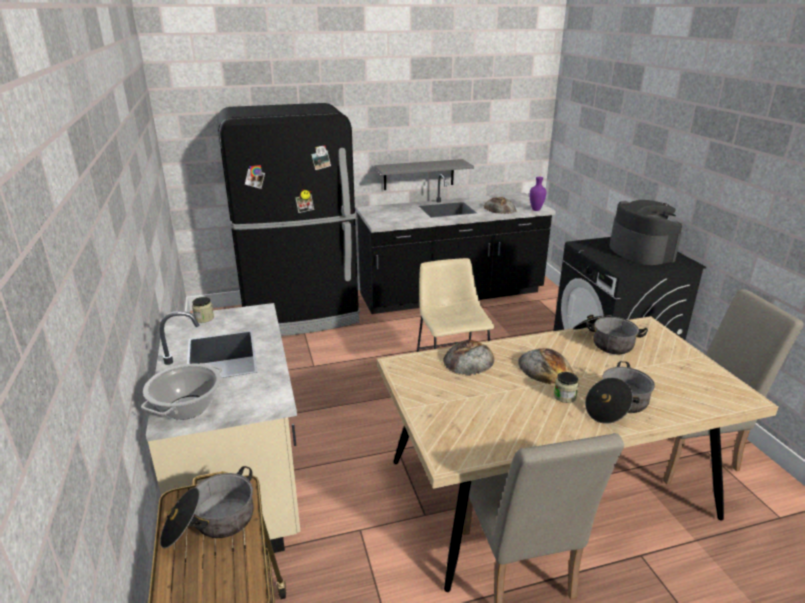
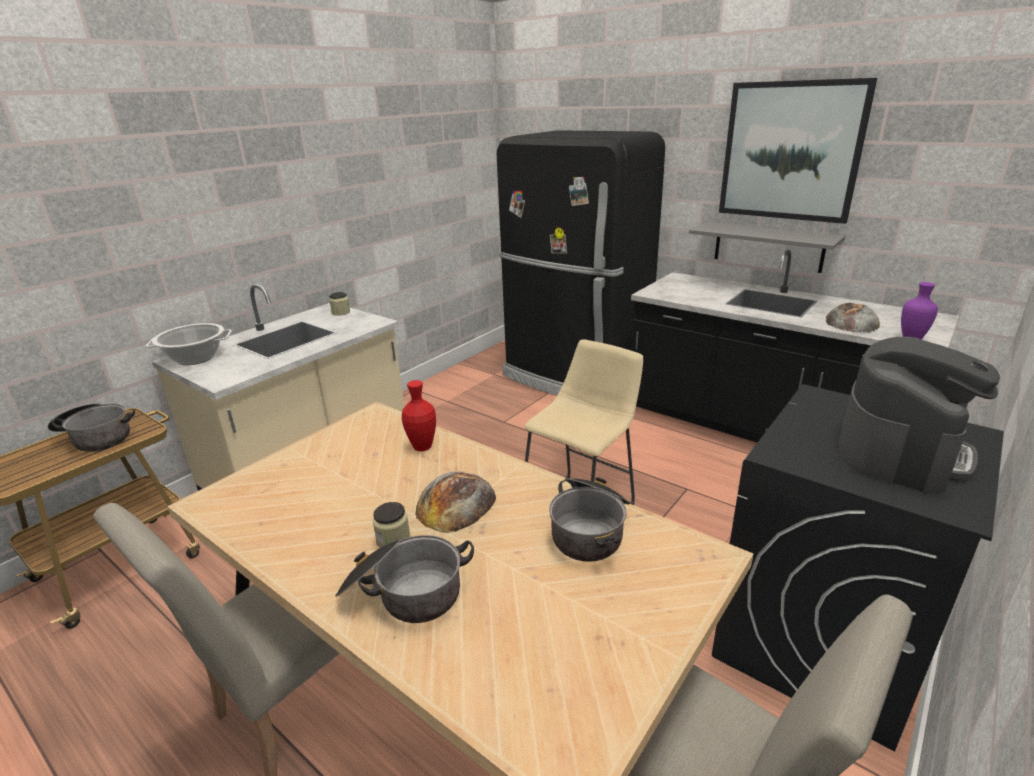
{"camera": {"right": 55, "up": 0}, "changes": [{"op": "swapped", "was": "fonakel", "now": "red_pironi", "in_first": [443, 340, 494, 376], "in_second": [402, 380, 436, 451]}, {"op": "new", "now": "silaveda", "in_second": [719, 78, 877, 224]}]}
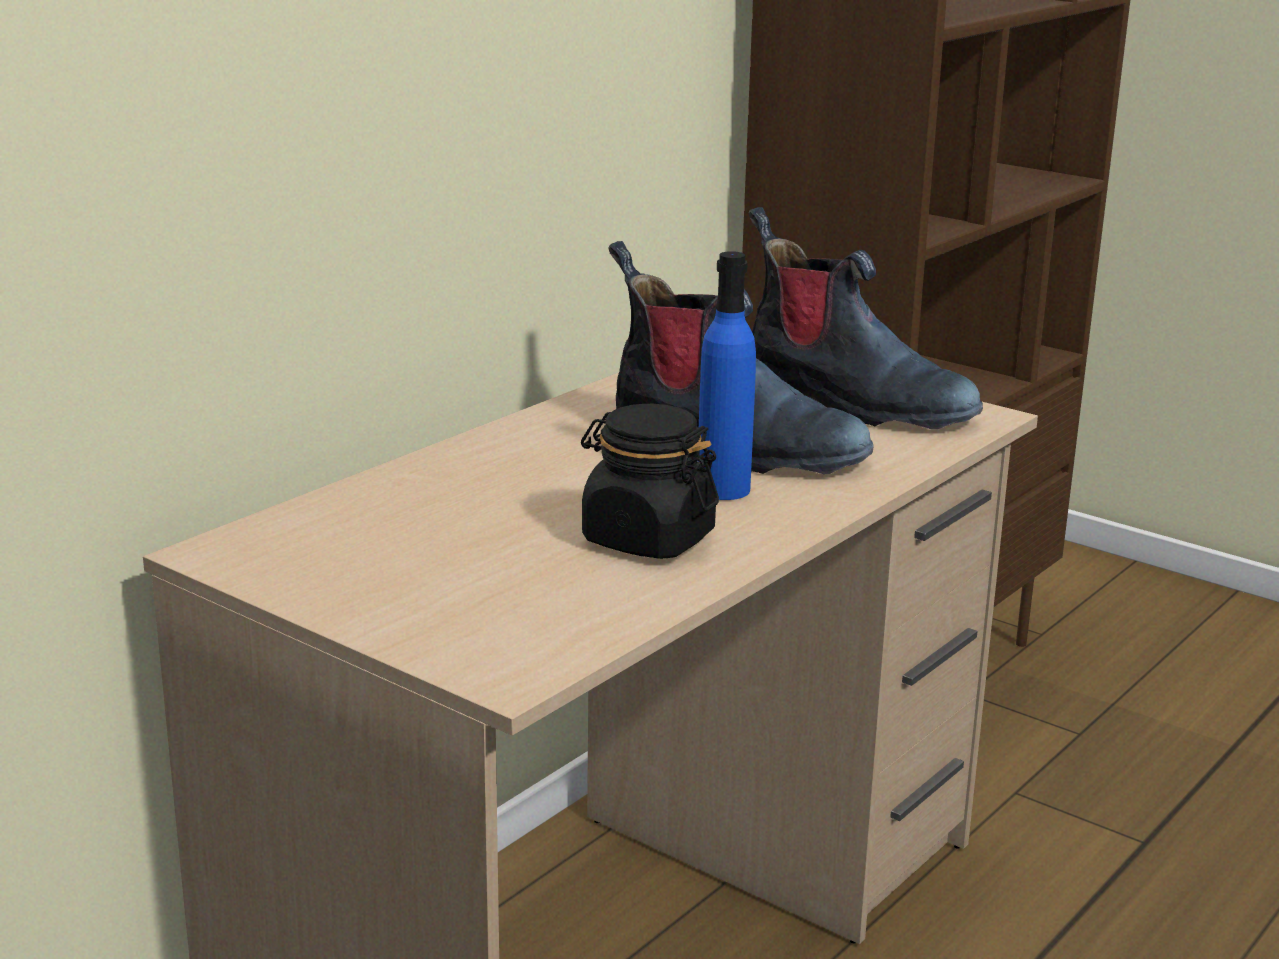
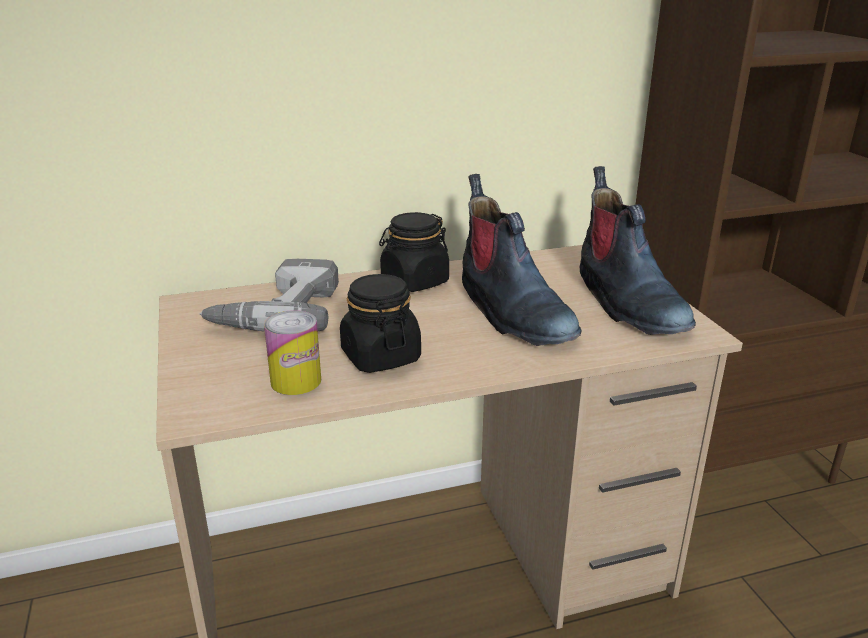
{"camera": {"right": 35, "up": 5}, "changes": [{"op": "gone", "was": "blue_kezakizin", "in_first": [697, 251, 756, 500]}, {"op": "new", "now": "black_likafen", "in_second": [379, 212, 449, 292]}, {"op": "new", "now": "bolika", "in_second": [200, 259, 339, 332]}, {"op": "new", "now": "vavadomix", "in_second": [264, 310, 321, 395]}]}
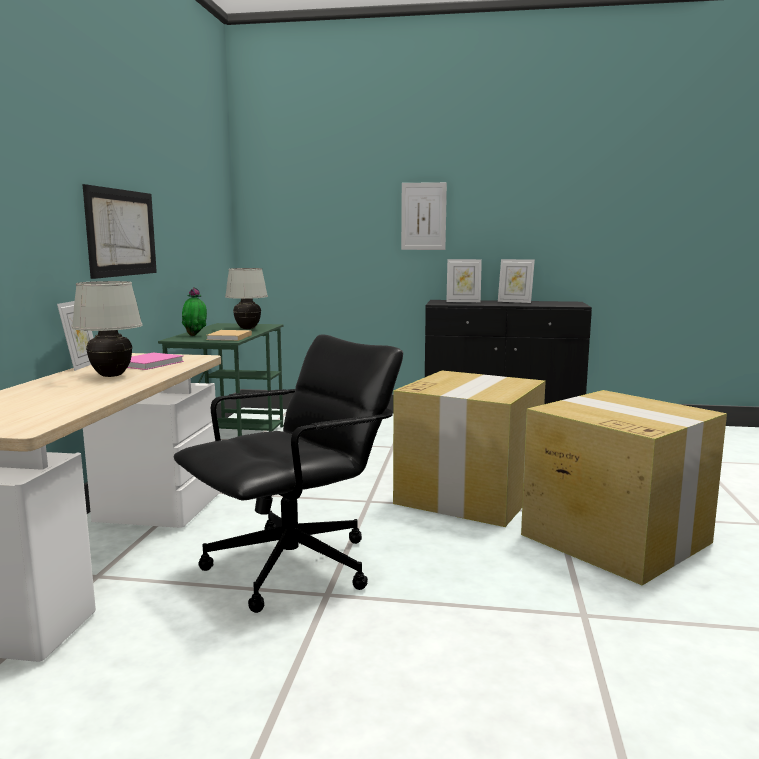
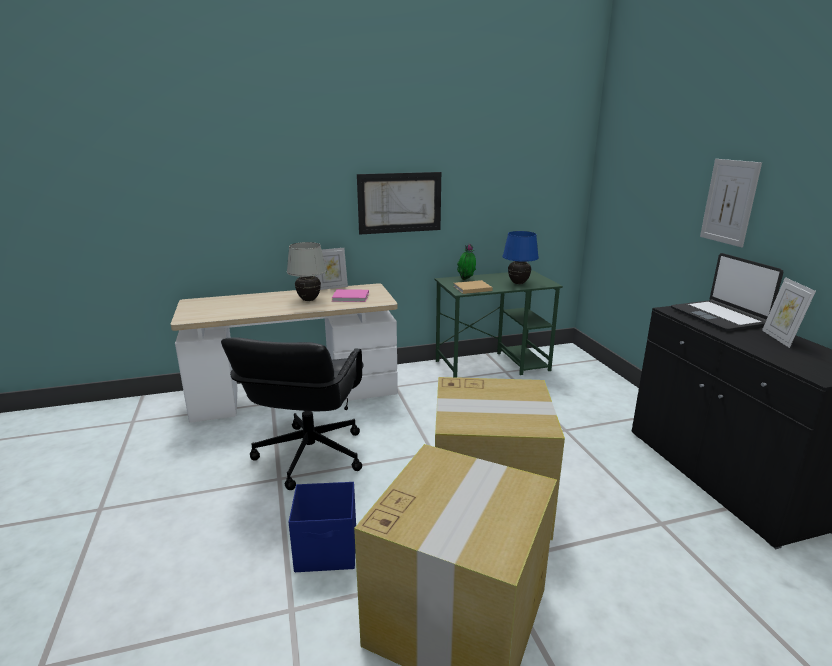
{"camera": {"right": 65, "up": 10}, "changes": [{"op": "swapped", "was": "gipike", "now": "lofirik", "in_first": [446, 259, 482, 302], "in_second": [671, 253, 783, 331]}, {"op": "repainted", "was": "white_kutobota", "now": "blue_kutobota", "in_first": [225, 268, 268, 329], "in_second": [503, 231, 539, 284]}, {"op": "rotated", "was": "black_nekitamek", "in_first": [174, 334, 403, 613], "in_second": [221, 337, 364, 490], "clockwise": 75}, {"op": "new", "now": "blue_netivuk", "in_second": [289, 482, 356, 572]}]}
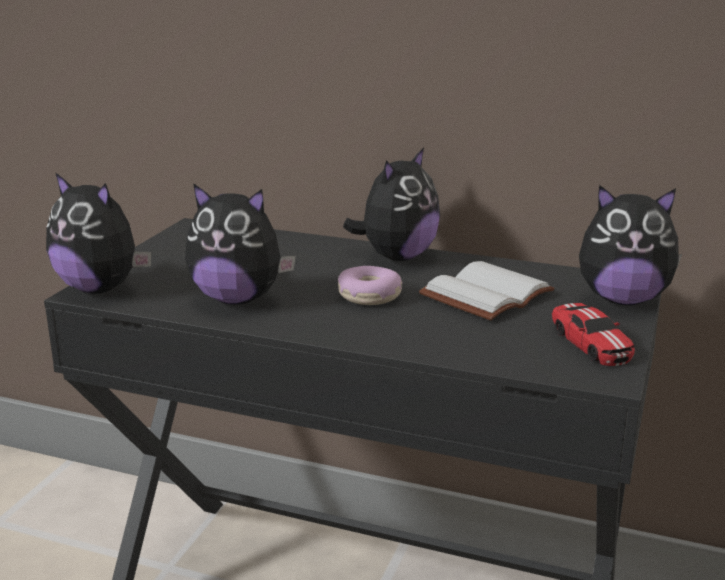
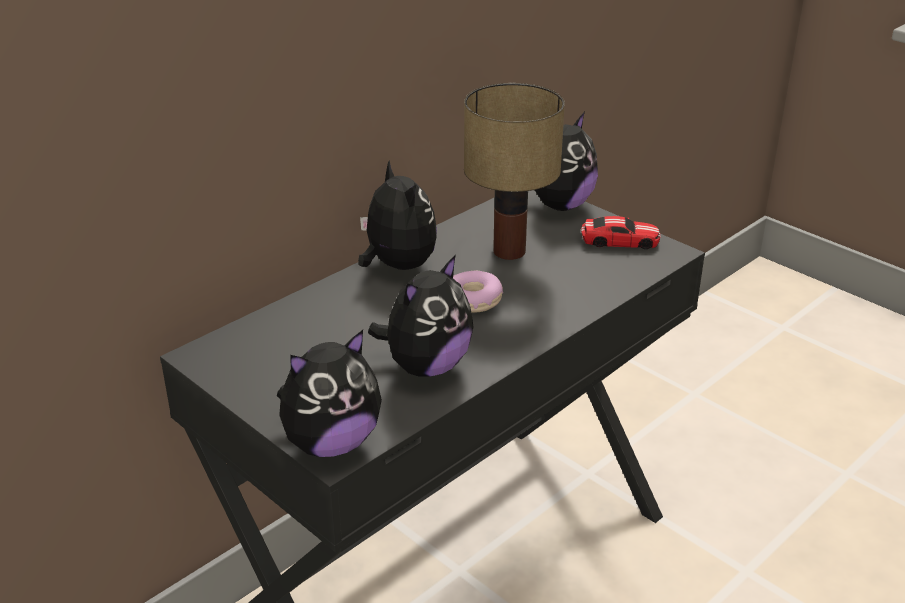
{"camera": {"right": -65, "up": 10}, "changes": [{"op": "swapped", "was": "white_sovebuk", "now": "kutobota", "in_first": [419, 261, 555, 320], "in_second": [464, 83, 565, 260]}]}
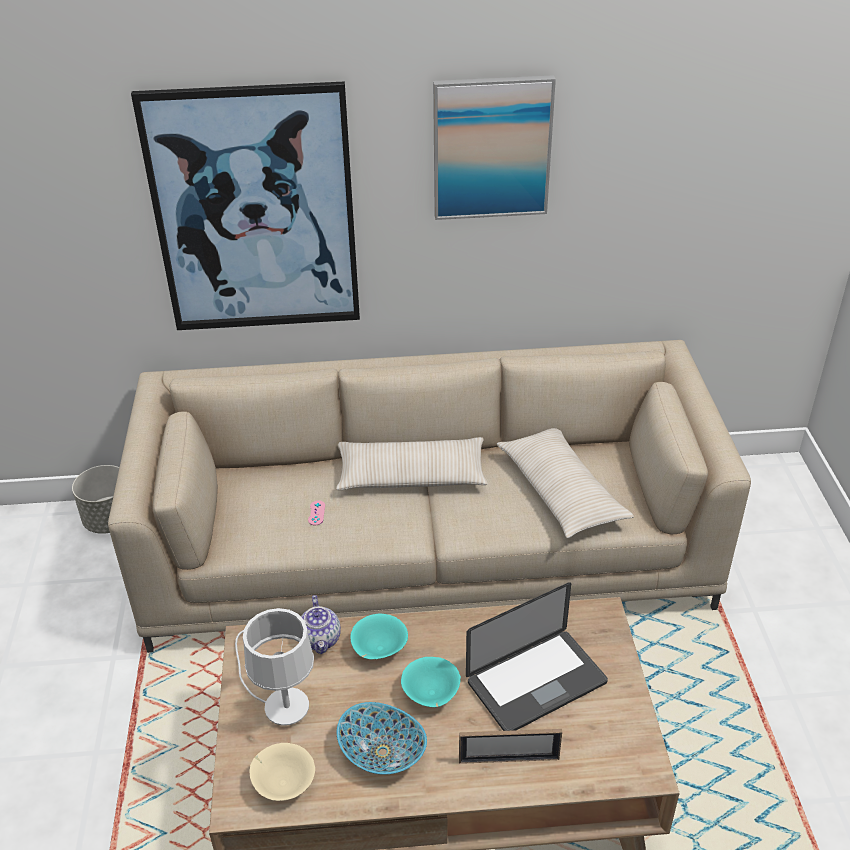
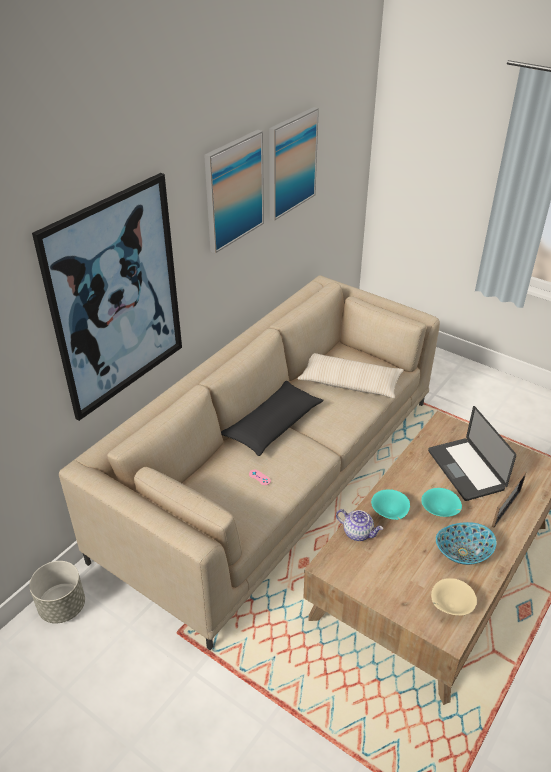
{"camera": {"right": -50, "up": 0}, "changes": [{"op": "repainted", "was": "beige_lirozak", "now": "black_lirozak", "in_first": [336, 437, 488, 490], "in_second": [221, 381, 324, 456]}, {"op": "rotated", "was": "lofirik", "in_first": [466, 582, 608, 731], "in_second": [428, 406, 516, 501], "clockwise": 150}, {"op": "gone", "was": "white_kutobota", "in_first": [235, 608, 314, 726]}, {"op": "new", "now": "silaveda", "in_second": [269, 107, 319, 221]}]}
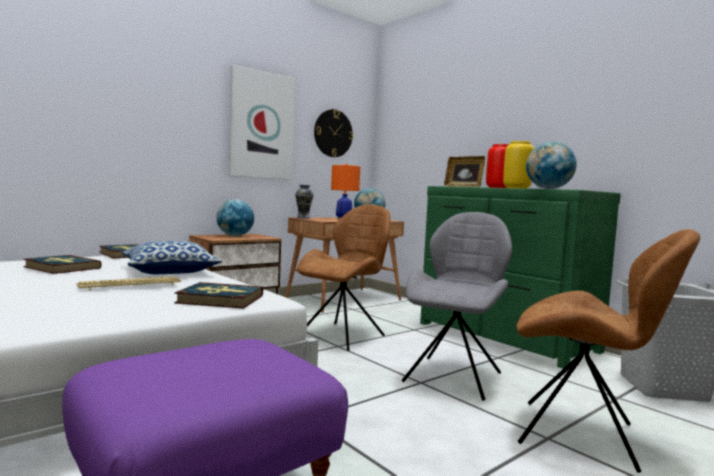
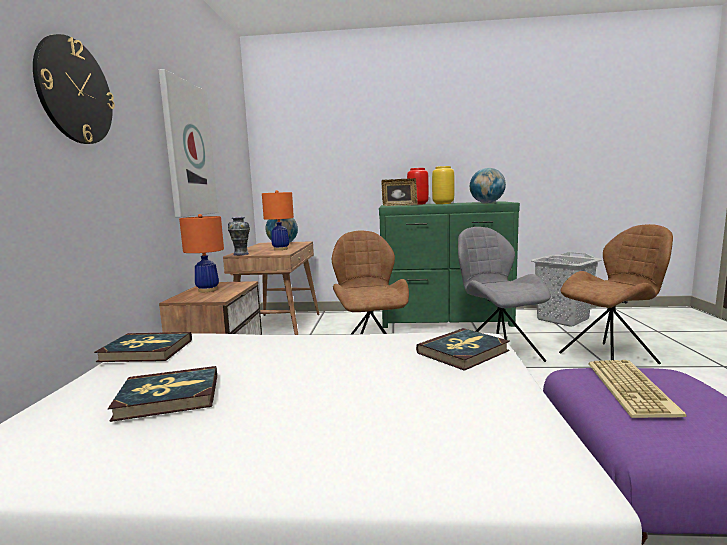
{"camera": {"right": -45, "up": 5}, "changes": [{"op": "shifted", "was": "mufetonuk", "in_first": [314, 109, 353, 157], "in_second": [33, 34, 115, 144]}, {"op": "swapped", "was": "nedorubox", "now": "orange_kutobota", "in_first": [216, 199, 254, 236], "in_second": [179, 214, 224, 292]}, {"op": "gone", "was": "lirozak", "in_first": [122, 241, 223, 274]}, {"op": "shifted", "was": "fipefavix", "in_first": [77, 277, 181, 290], "in_second": [589, 360, 686, 418]}]}
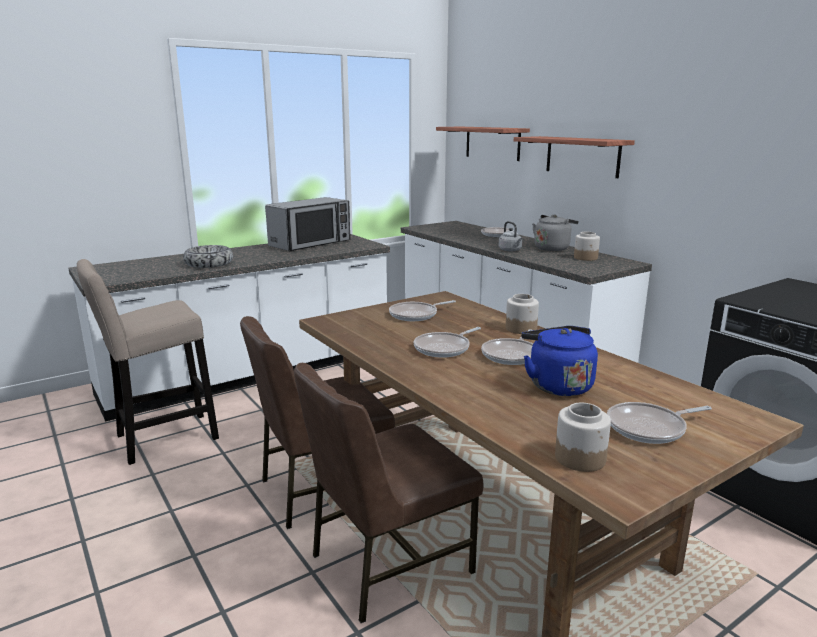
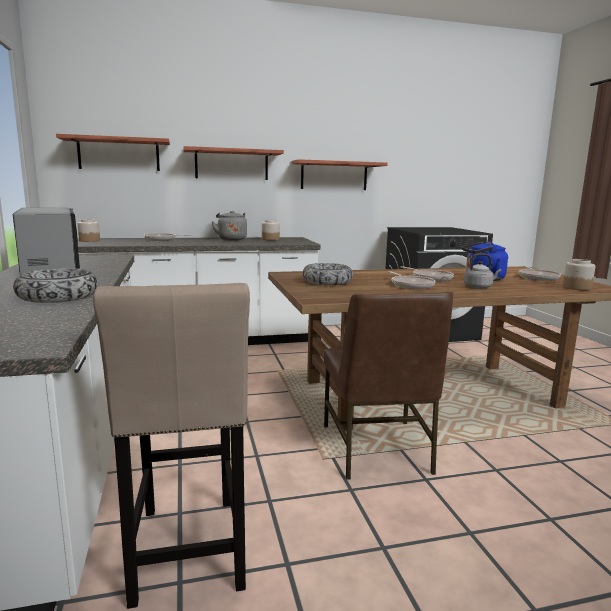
{"camera": {"right": -70, "up": -5}, "changes": [{"op": "shifted", "was": "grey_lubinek", "in_first": [499, 221, 522, 252], "in_second": [464, 254, 501, 289]}, {"op": "shifted", "was": "likafen", "in_first": [506, 294, 539, 334], "in_second": [78, 219, 100, 242]}, {"op": "swapped", "was": "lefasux", "now": "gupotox", "in_first": [389, 300, 456, 321], "in_second": [303, 263, 353, 285]}, {"op": "gone", "was": "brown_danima", "in_first": [294, 363, 484, 623]}, {"op": "new", "now": "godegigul", "in_second": [291, 159, 388, 190]}]}
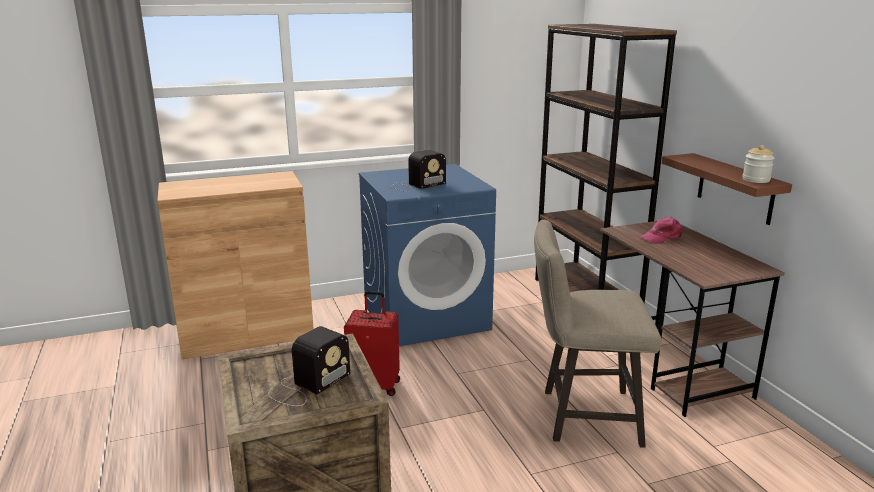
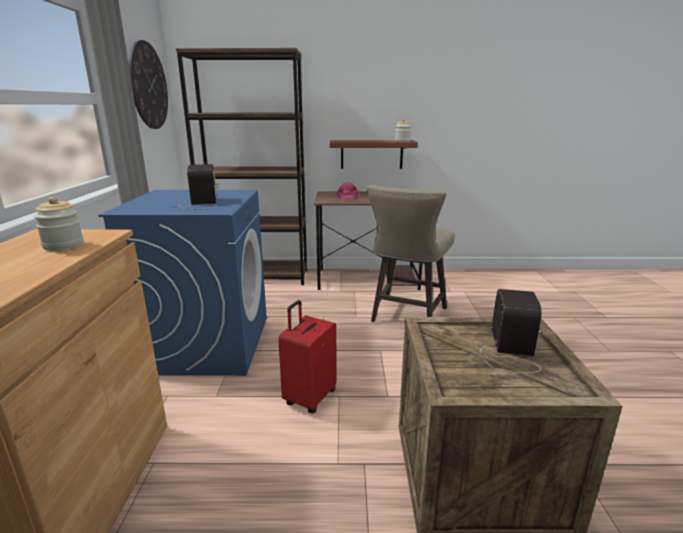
{"camera": {"right": -70, "up": 0}, "changes": [{"op": "rotated", "was": "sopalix", "in_first": [268, 326, 350, 406], "in_second": [470, 289, 541, 373], "clockwise": 45}, {"op": "new", "now": "mufetonuk", "in_second": [129, 40, 168, 129]}, {"op": "new", "now": "likafen", "in_second": [34, 197, 84, 251]}]}
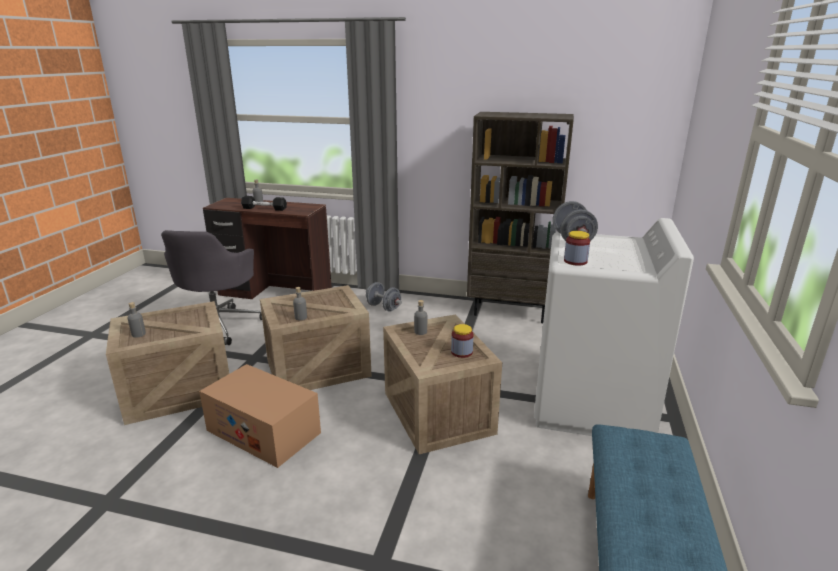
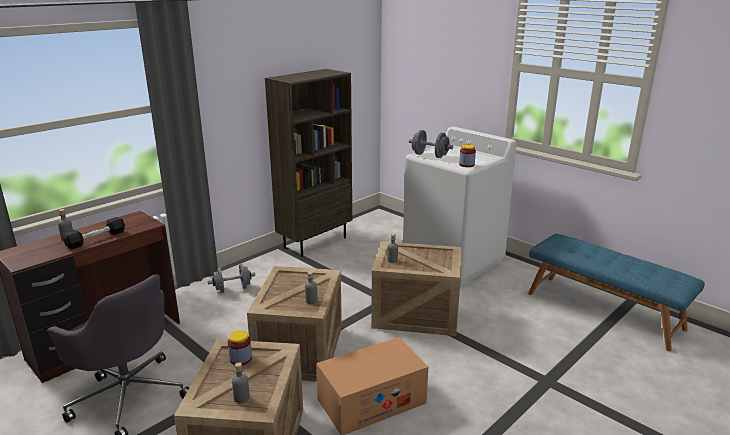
{"camera": {"right": -60, "up": 0}, "changes": [{"op": "shifted", "was": "likafen", "in_first": [451, 324, 474, 358], "in_second": [228, 330, 252, 365]}]}
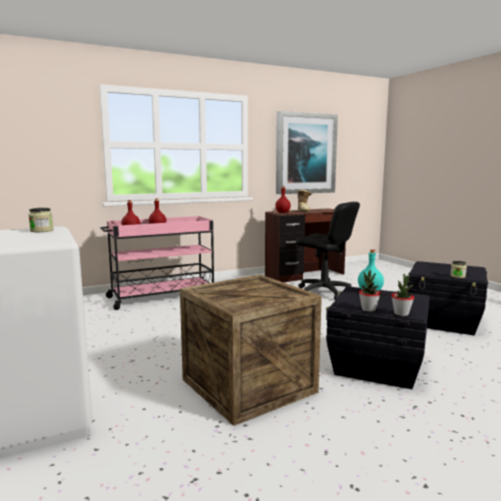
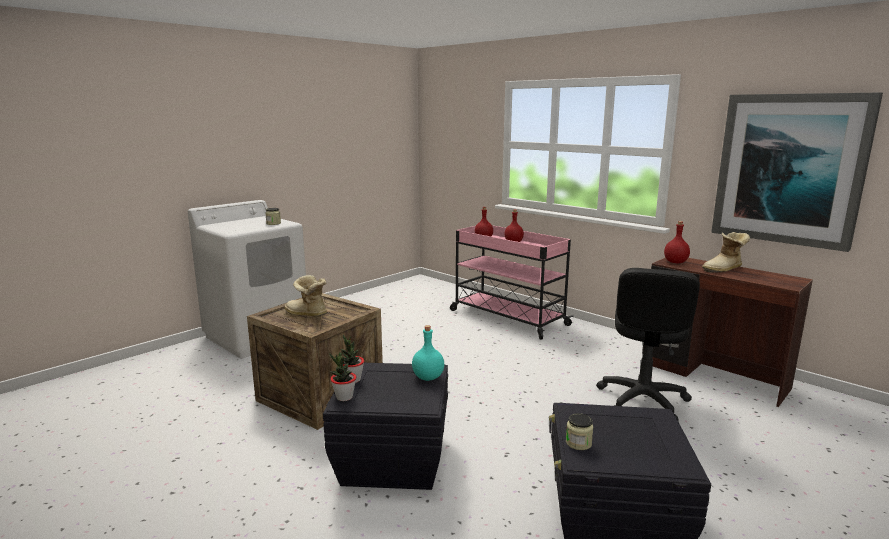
{"camera": {"right": 70, "up": 5}, "changes": [{"op": "new", "now": "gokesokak", "in_second": [284, 275, 327, 316]}]}
